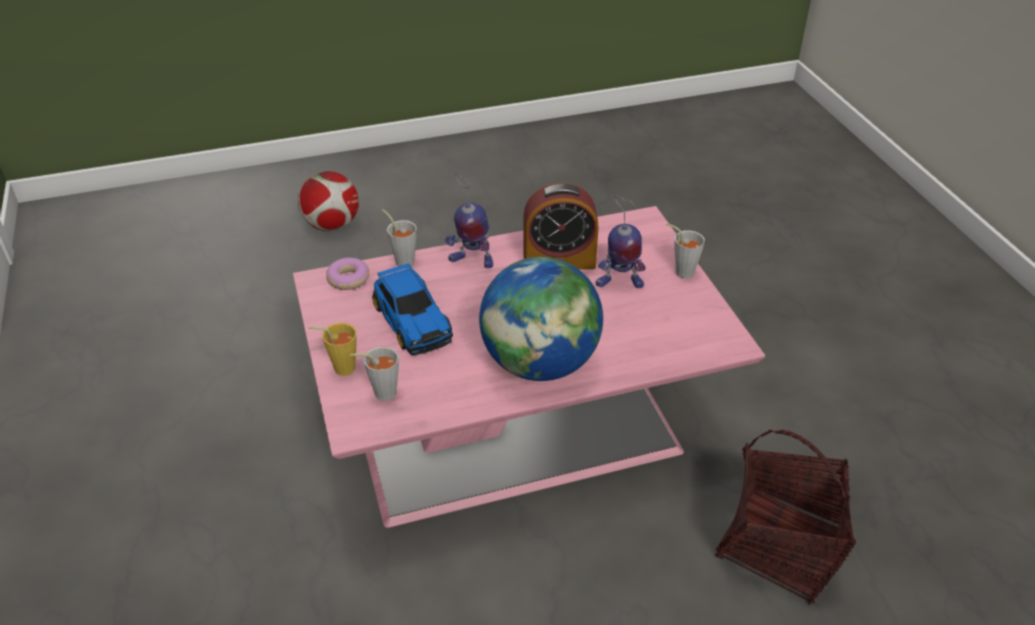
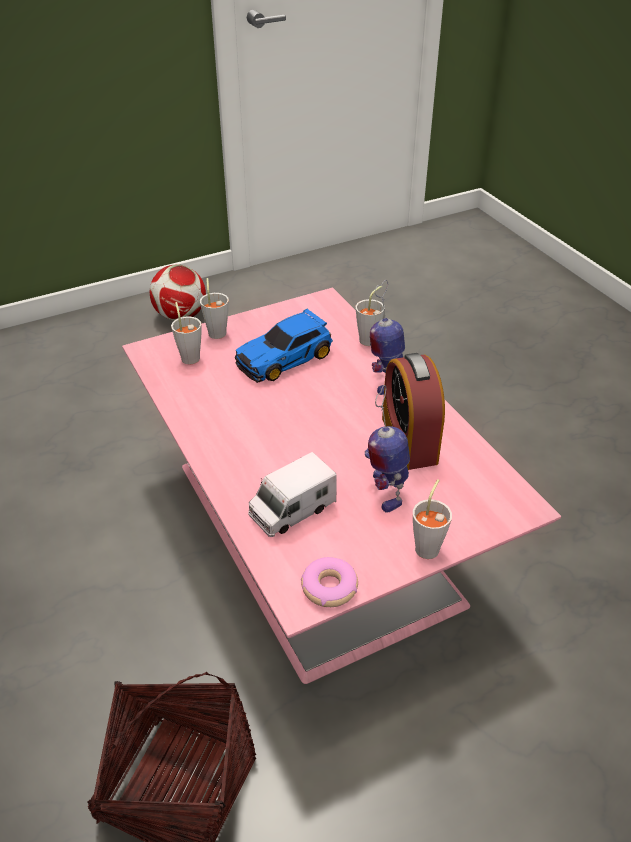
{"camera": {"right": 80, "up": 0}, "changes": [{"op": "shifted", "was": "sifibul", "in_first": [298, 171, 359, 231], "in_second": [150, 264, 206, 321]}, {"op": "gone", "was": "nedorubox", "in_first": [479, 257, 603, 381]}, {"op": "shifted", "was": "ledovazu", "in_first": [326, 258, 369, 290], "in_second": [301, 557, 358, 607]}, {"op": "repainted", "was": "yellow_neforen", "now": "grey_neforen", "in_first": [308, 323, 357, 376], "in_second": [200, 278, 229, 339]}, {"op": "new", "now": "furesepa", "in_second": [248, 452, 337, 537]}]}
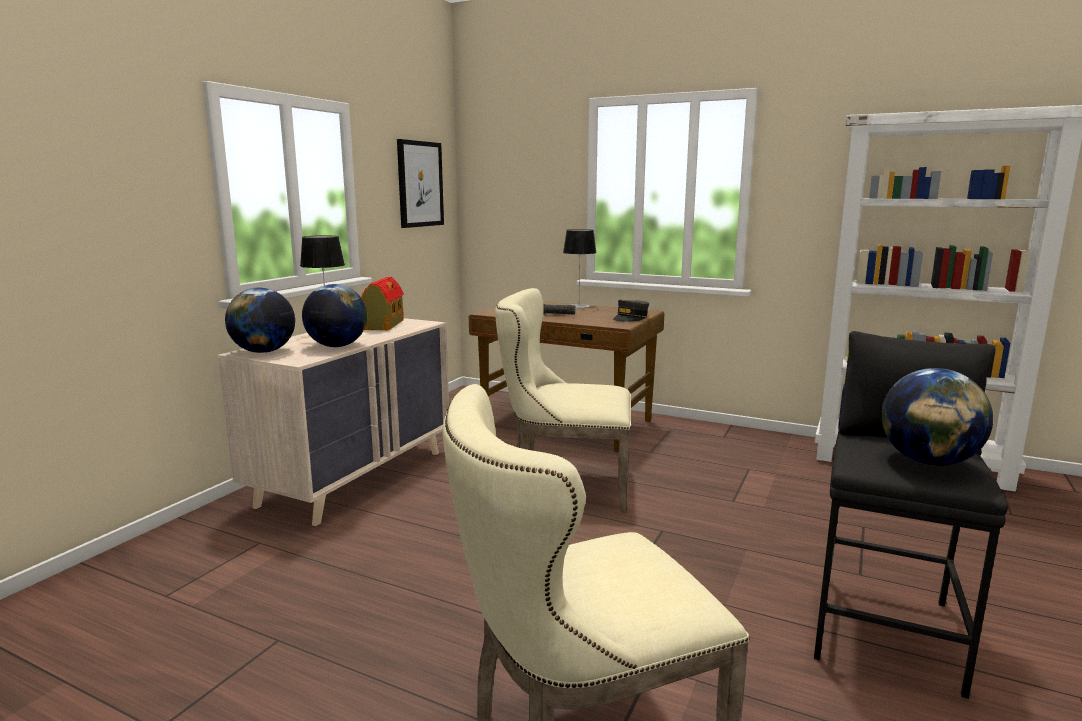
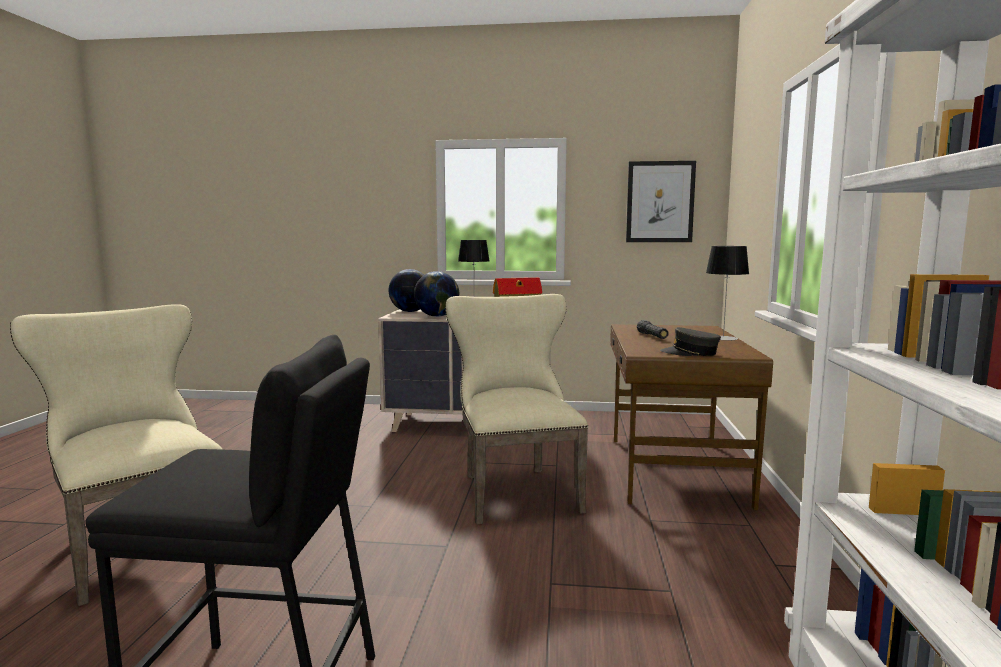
{"camera": {"right": 70, "up": -5}, "changes": [{"op": "gone", "was": "nedorubox", "in_first": [881, 368, 993, 466]}]}
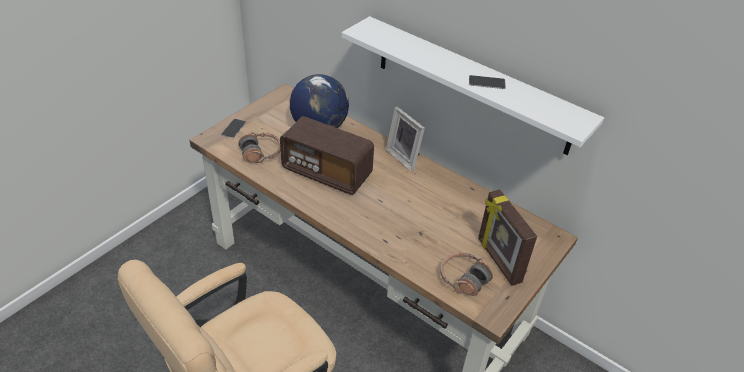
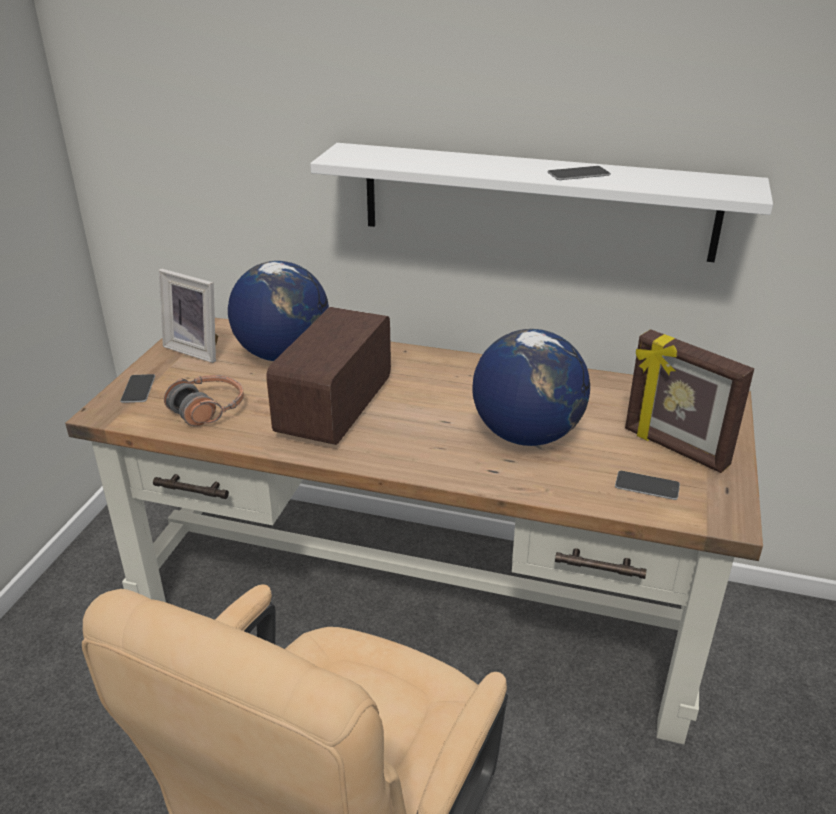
{"camera": {"right": -20, "up": -10}, "changes": [{"op": "shifted", "was": "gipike", "in_first": [386, 107, 425, 171], "in_second": [159, 269, 218, 363]}, {"op": "rotated", "was": "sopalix", "in_first": [280, 116, 374, 195], "in_second": [266, 307, 391, 445], "clockwise": 105}, {"op": "swapped", "was": "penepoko", "now": "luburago", "in_first": [440, 252, 493, 296], "in_second": [615, 471, 680, 500]}, {"op": "new", "now": "nedorubox", "in_second": [472, 329, 590, 446]}]}
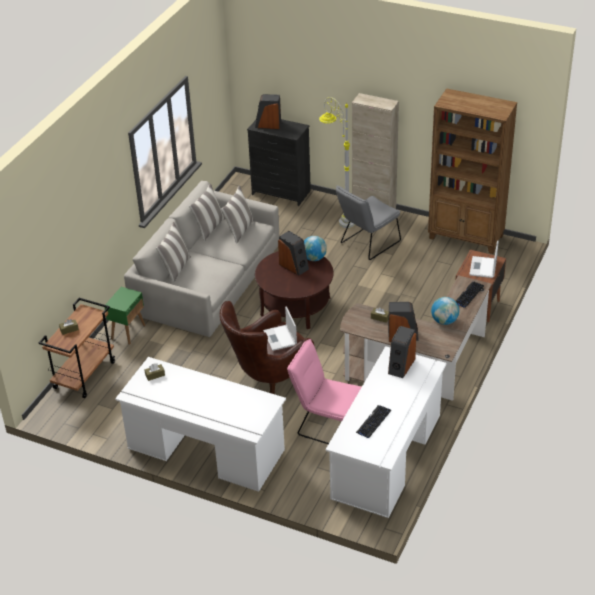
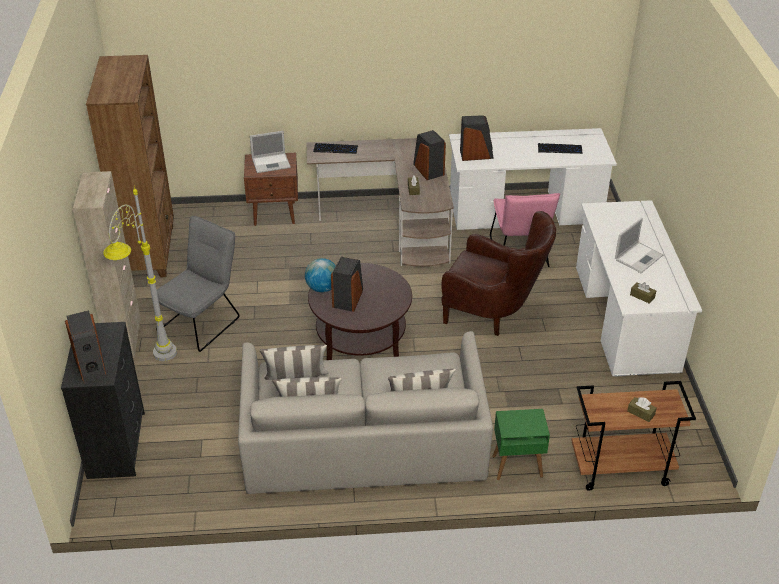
{"camera": {"right": -120, "up": 0}, "changes": [{"op": "rotated", "was": "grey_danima", "in_first": [336, 185, 401, 260], "in_second": [157, 216, 240, 352], "clockwise": -75}, {"op": "gone", "was": "nedorubox", "in_first": [431, 297, 459, 325]}, {"op": "shifted", "was": "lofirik", "in_first": [263, 307, 297, 351], "in_second": [615, 218, 663, 273]}]}
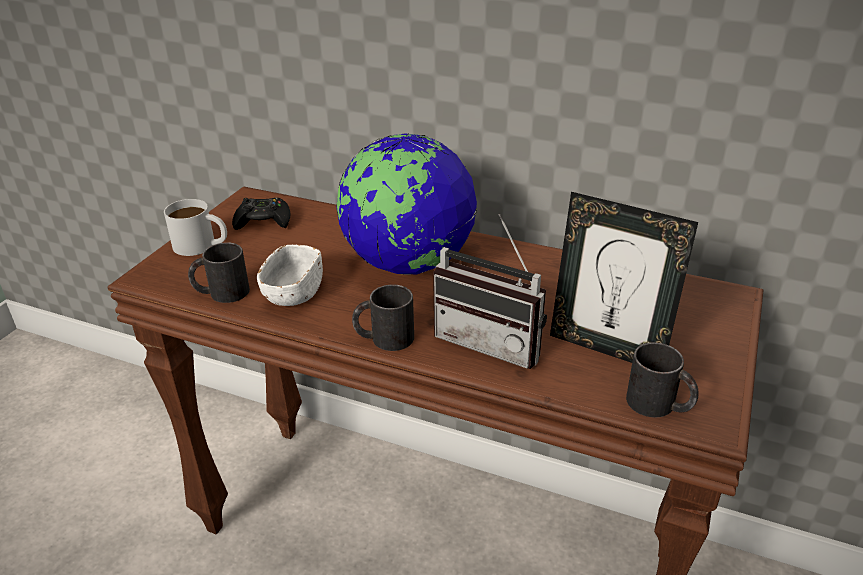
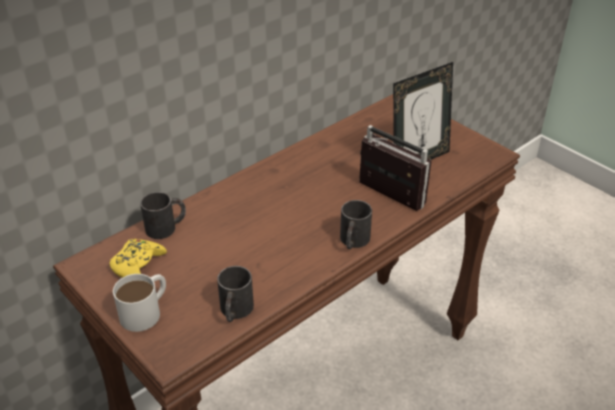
{"camera": {"right": -65, "up": 5}, "changes": [{"op": "gone", "was": "nedorubox", "in_first": [336, 133, 477, 275]}, {"op": "repainted", "was": "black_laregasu", "now": "yellow_laregasu", "in_first": [232, 198, 290, 230], "in_second": [110, 239, 167, 278]}, {"op": "rotated", "was": "sopalix", "in_first": [433, 214, 547, 369], "in_second": [359, 125, 432, 211], "clockwise": -105}, {"op": "gone", "was": "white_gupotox", "in_first": [257, 245, 323, 306]}, {"op": "shifted", "was": "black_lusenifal", "in_first": [626, 342, 699, 417], "in_second": [140, 192, 186, 239]}]}
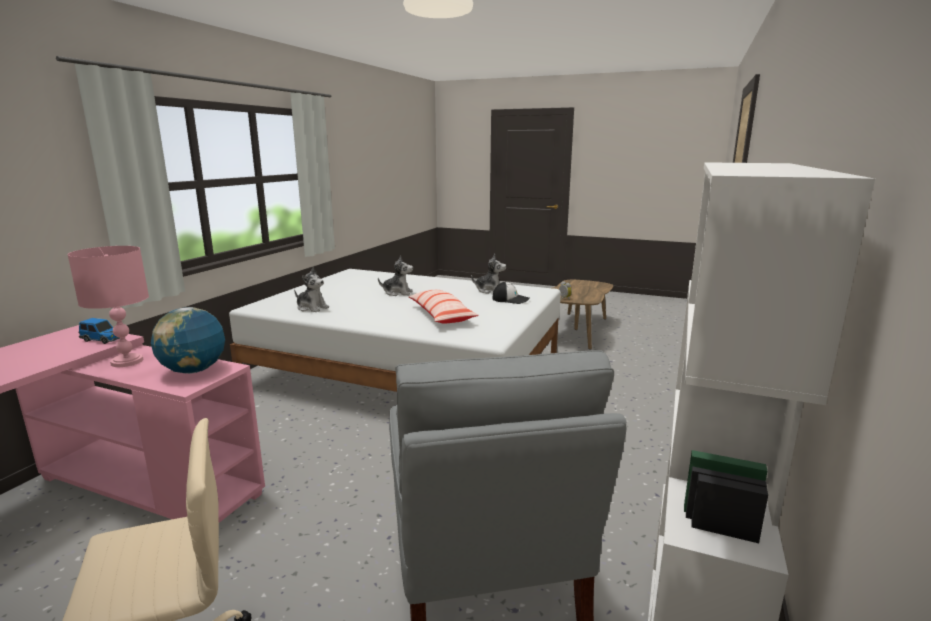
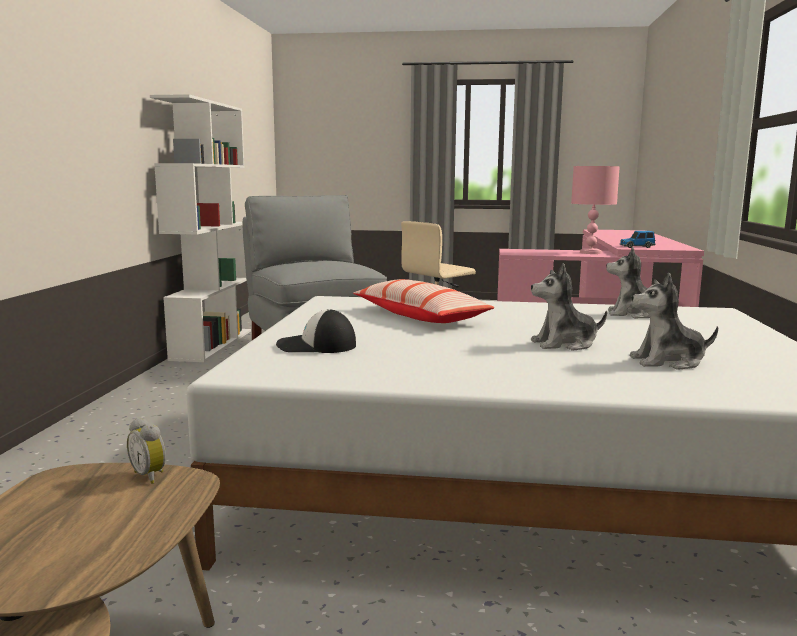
{"camera": {"right": 165, "up": -5}, "changes": [{"op": "shifted", "was": "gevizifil", "in_first": [471, 254, 506, 294], "in_second": [630, 273, 718, 370]}, {"op": "gone", "was": "nedorubox", "in_first": [151, 307, 225, 374]}]}
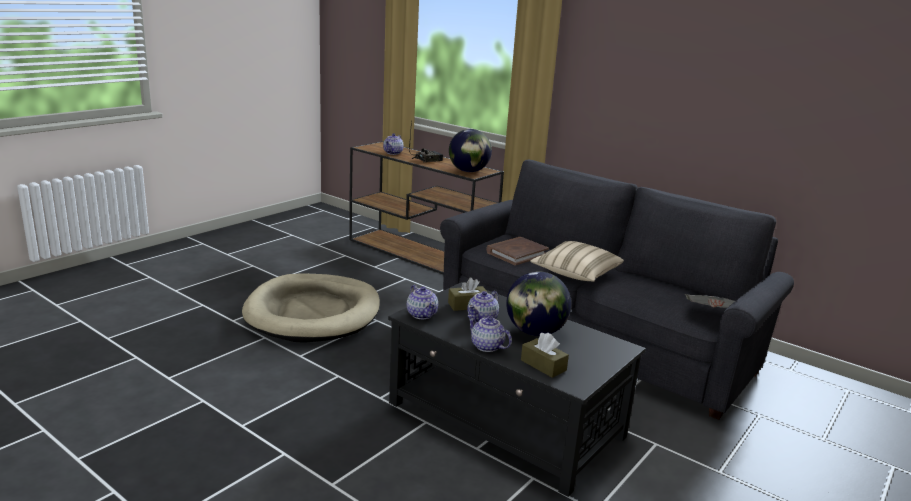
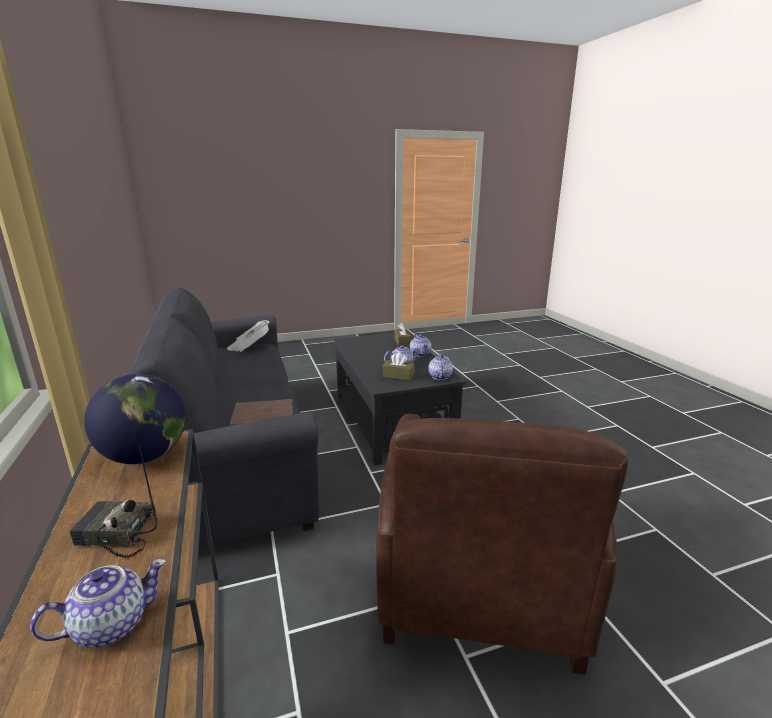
{"camera": {"right": -145, "up": 0}, "changes": [{"op": "gone", "was": "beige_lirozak", "in_first": [530, 241, 624, 282]}, {"op": "gone", "was": "nedorubox", "in_first": [506, 271, 571, 336]}, {"op": "swapped", "was": "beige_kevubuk", "now": "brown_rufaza", "in_first": [242, 273, 380, 343], "in_second": [376, 414, 628, 675]}]}
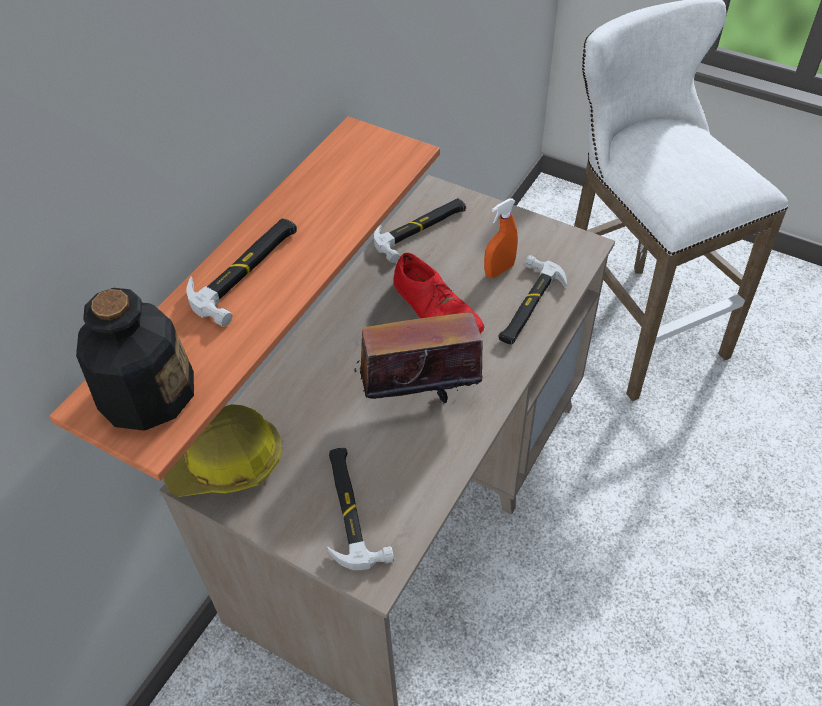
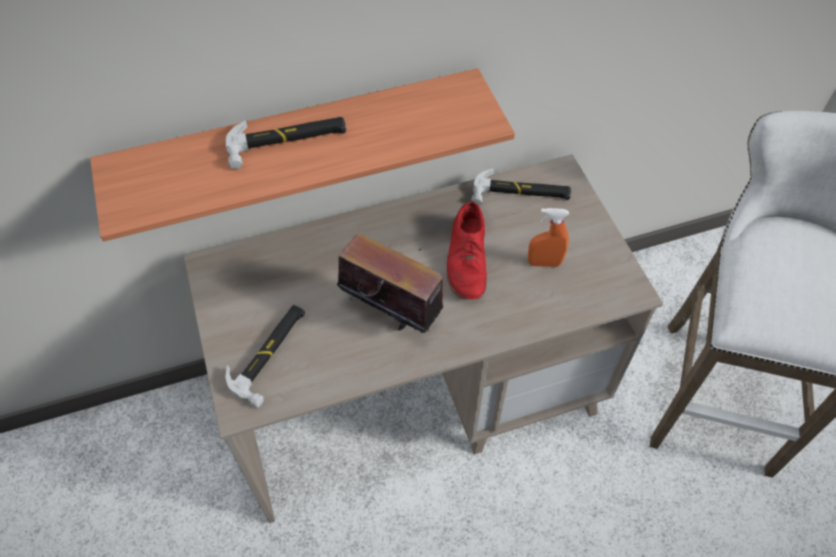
{"camera": {"right": 40, "up": 5}, "changes": [{"op": "gone", "was": "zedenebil", "in_first": [499, 255, 567, 344]}, {"op": "gone", "was": "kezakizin", "in_first": [76, 288, 194, 431]}, {"op": "gone", "was": "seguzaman", "in_first": [163, 404, 282, 497]}]}
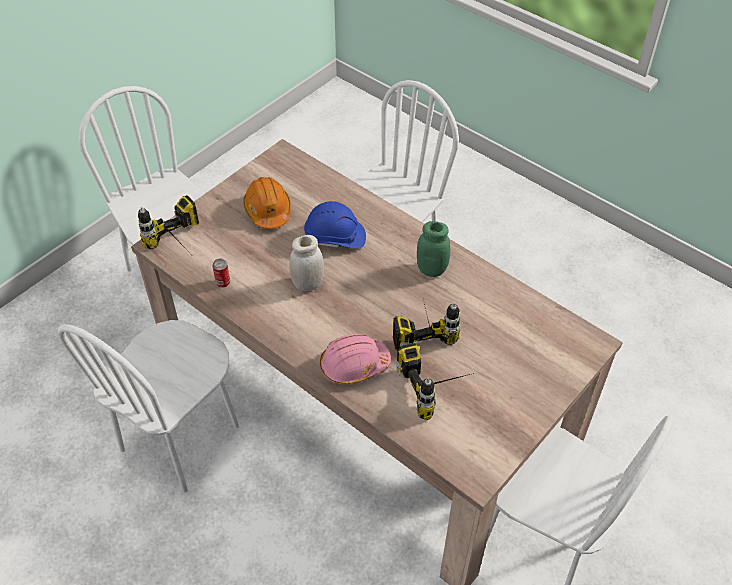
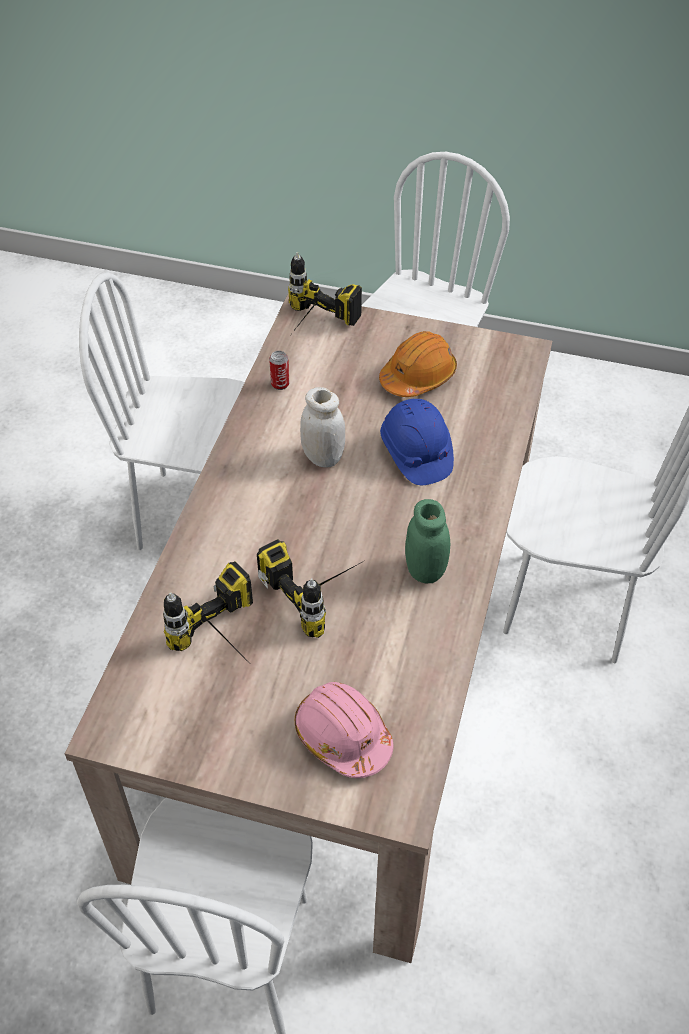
{"camera": {"right": 65, "up": 0}, "changes": [{"op": "shifted", "was": "pink_seguzaman", "in_first": [320, 334, 391, 384], "in_second": [295, 682, 393, 778]}]}
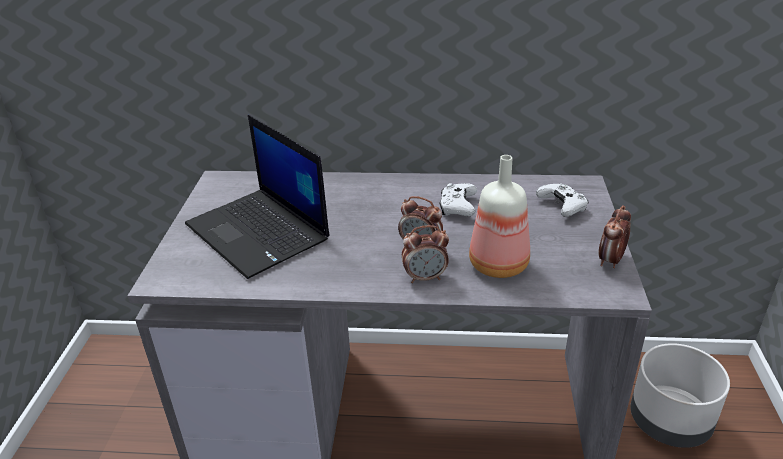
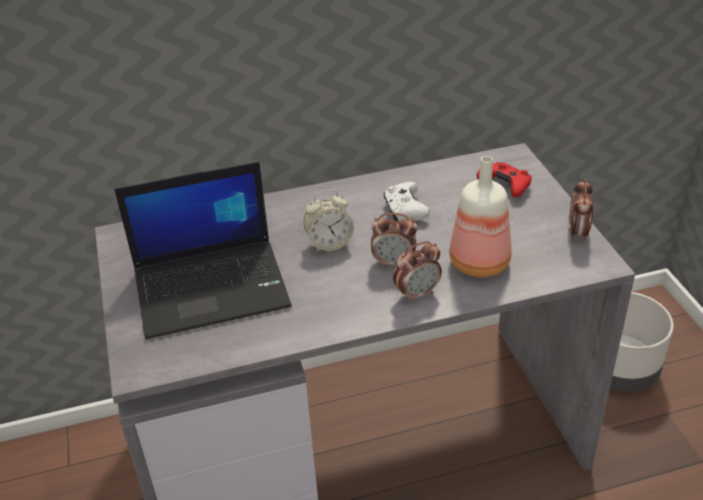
{"camera": {"right": -20, "up": 5}, "changes": [{"op": "rotated", "was": "lofirik", "in_first": [185, 115, 330, 279], "in_second": [114, 162, 292, 339], "clockwise": -45}, {"op": "repainted", "was": "white_laregasu", "now": "red_laregasu", "in_first": [536, 183, 589, 217], "in_second": [476, 162, 532, 197]}, {"op": "new", "now": "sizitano", "in_second": [304, 190, 354, 253]}]}
